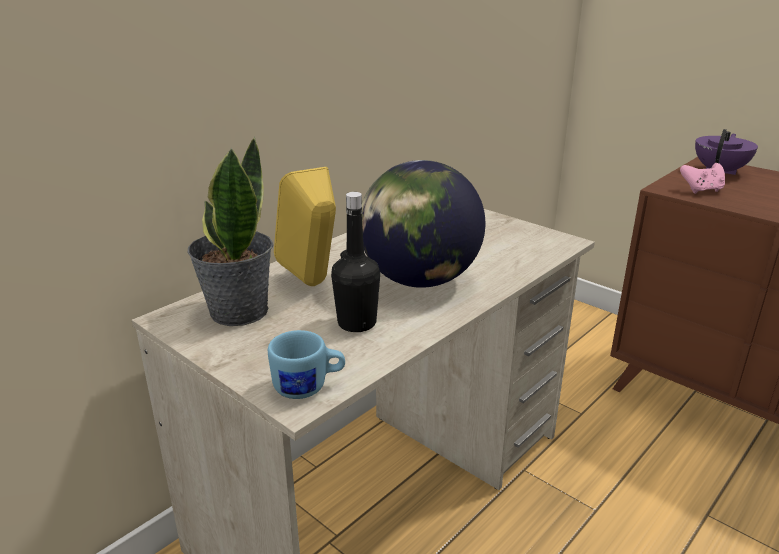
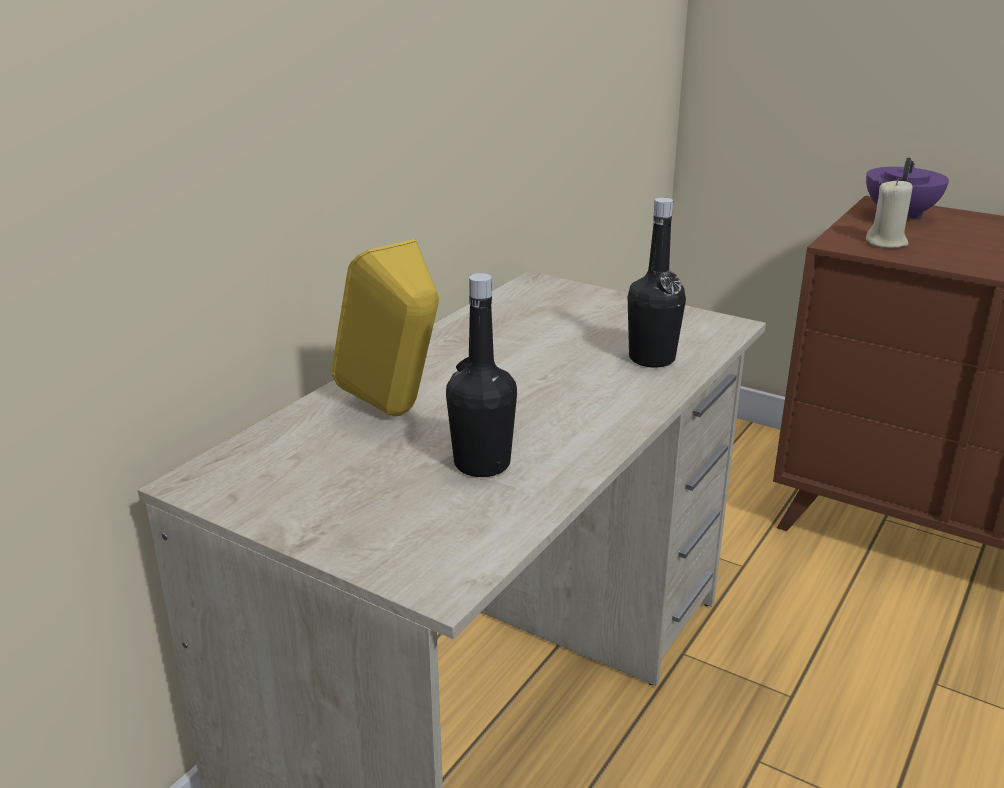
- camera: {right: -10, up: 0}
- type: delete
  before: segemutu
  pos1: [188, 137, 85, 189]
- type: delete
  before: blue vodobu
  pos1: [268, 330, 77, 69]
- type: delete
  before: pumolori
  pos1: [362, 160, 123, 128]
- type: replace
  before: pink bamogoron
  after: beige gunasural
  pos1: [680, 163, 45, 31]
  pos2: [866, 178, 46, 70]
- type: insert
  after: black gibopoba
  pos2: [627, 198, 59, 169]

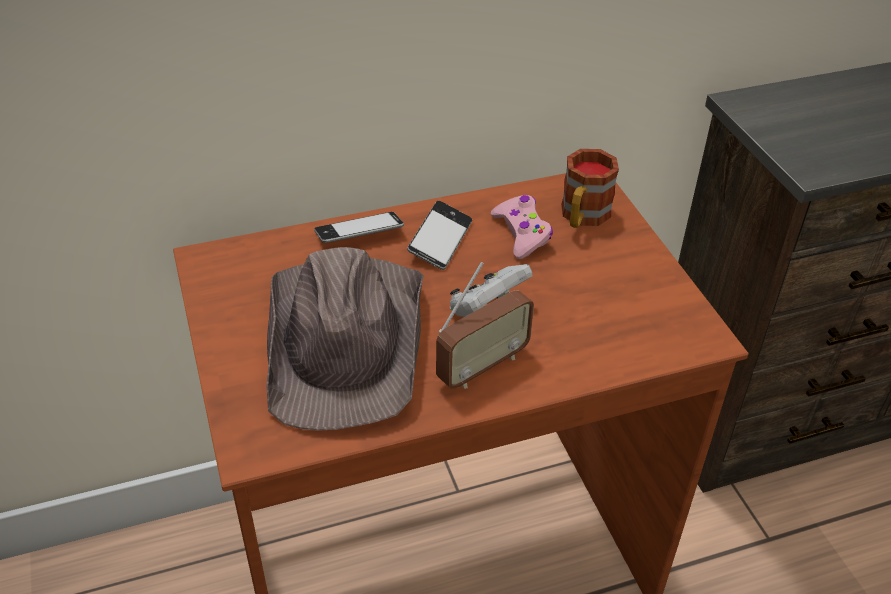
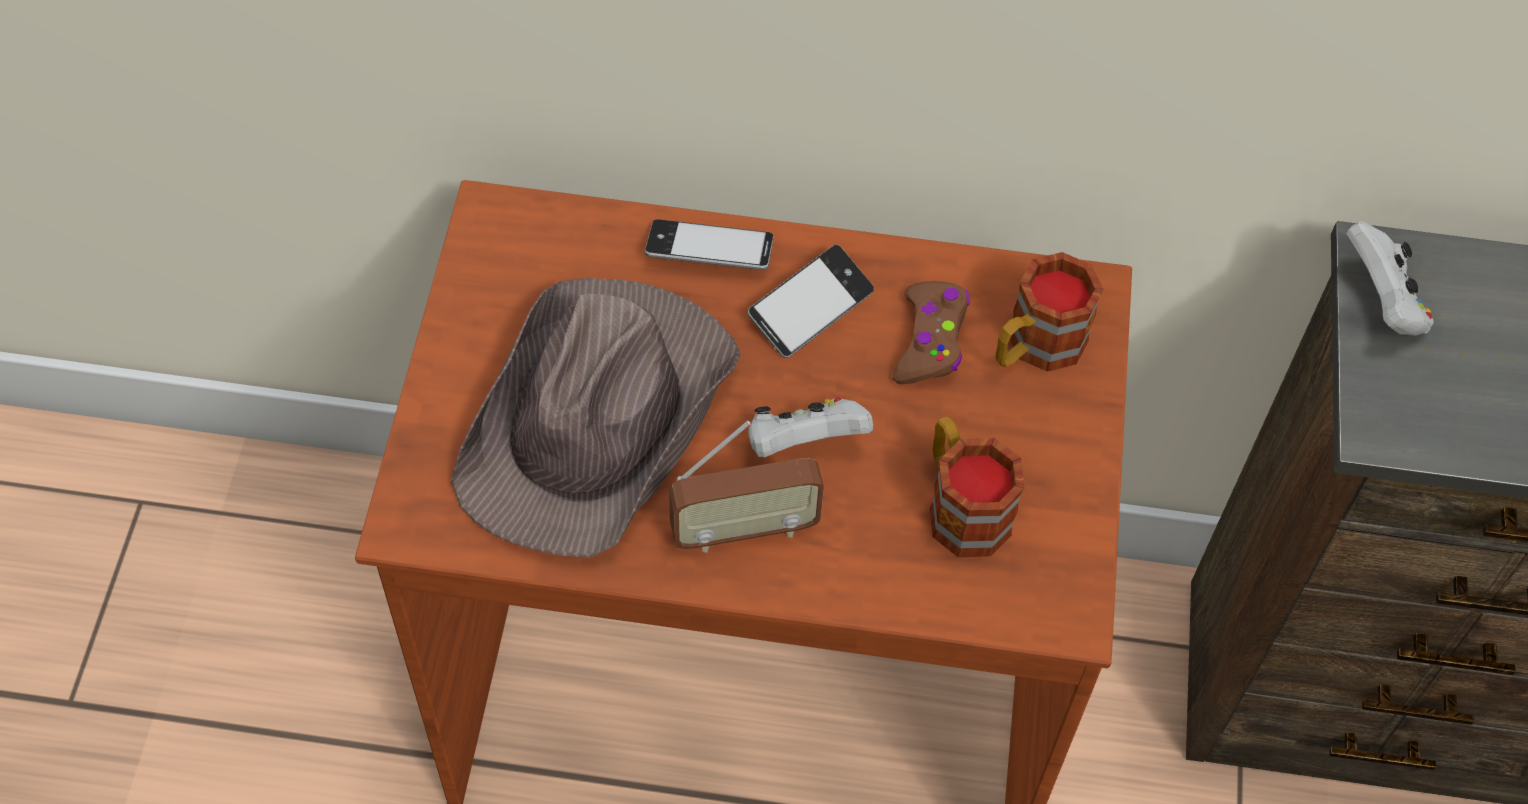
- camera: {right: 25, up: 15}
- type: recolor
  before: pink bamogoron
  after: brown bamogoron
  pos1: [491, 195, 62, 64]
  pos2: [893, 281, 77, 103]
- type: insert
  after: vodobu
  pos2: [930, 416, 95, 141]
- type: insert
  after: white bamogoron
  pos2: [1346, 221, 87, 115]

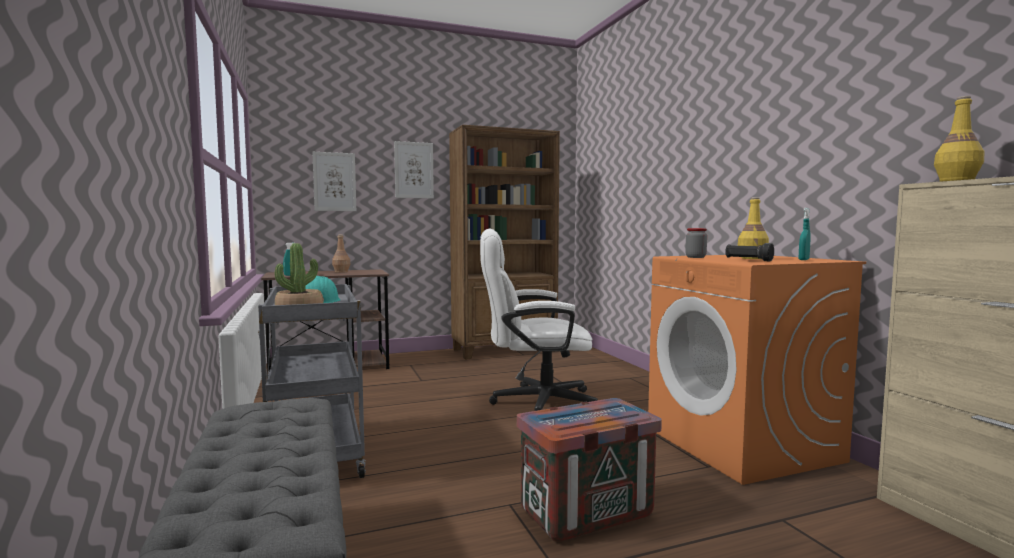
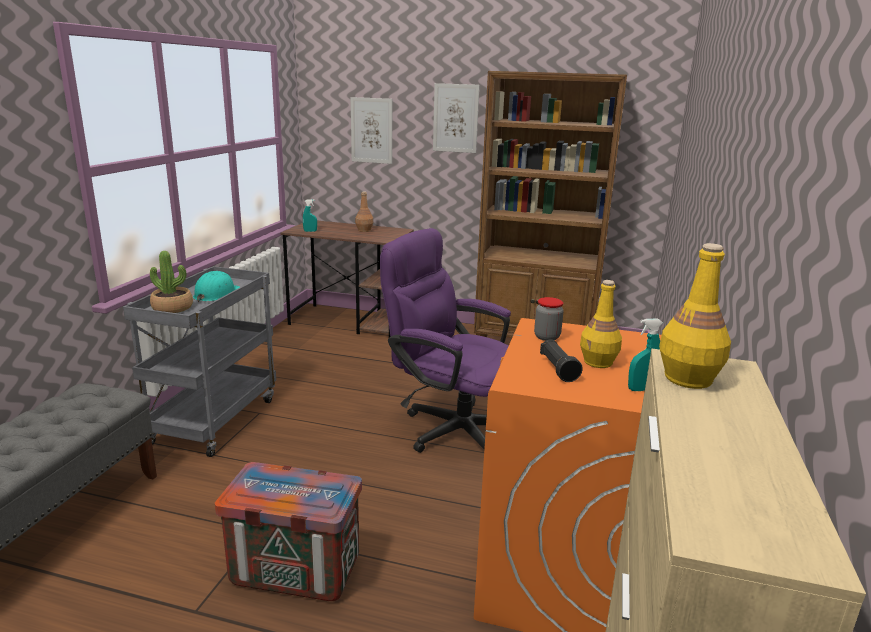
- camera: {right: 35, up: 15}
- type: recolor
  before: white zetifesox
  after: purple zetifesox
  pos1: [480, 228, 118, 183]
  pos2: [380, 228, 131, 225]

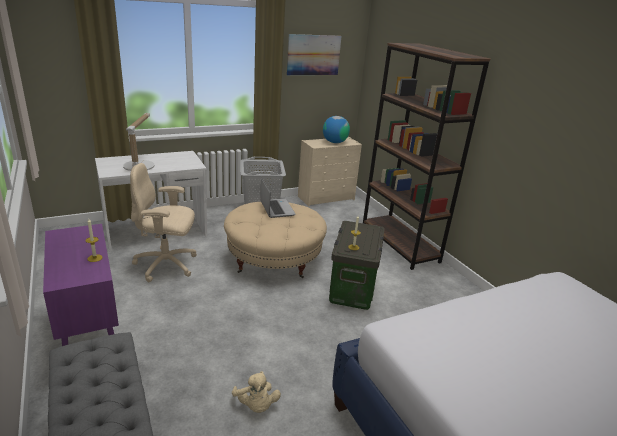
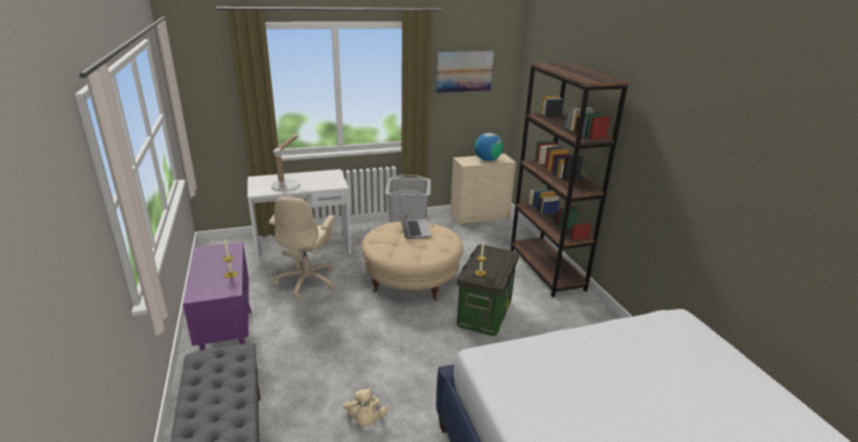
- camera: {right: 10, up: 0}
- type: rotate
  before: beige zetifesox
  pos1: [130, 163, 67, 119]
  pos2: [269, 197, 67, 103]
  turn: -90

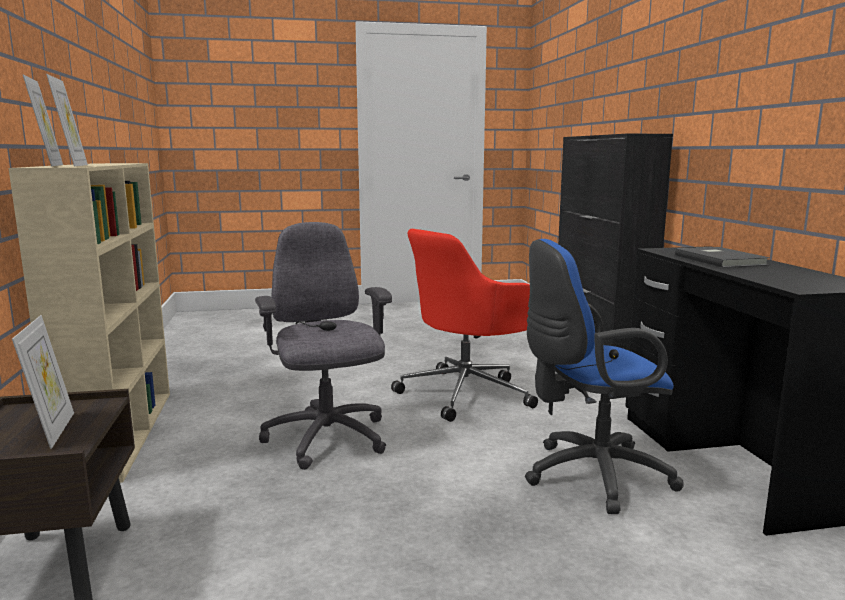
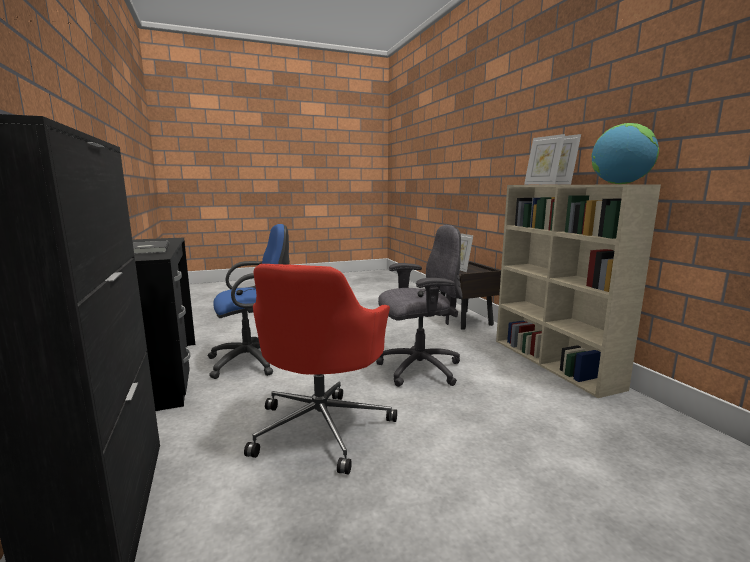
- camera: {right: 170, up: 0}
- type: rotate
  before: grey zetifesox
  pos1: [255, 222, 137, 248]
  pos2: [376, 225, 87, 162]
  turn: -75
- type: rotate
  before: red zetifesox
  pos1: [391, 229, 147, 193]
  pos2: [244, 264, 153, 211]
  turn: 150
- type: insert
  after: pumolori
  pos2: [591, 123, 68, 61]

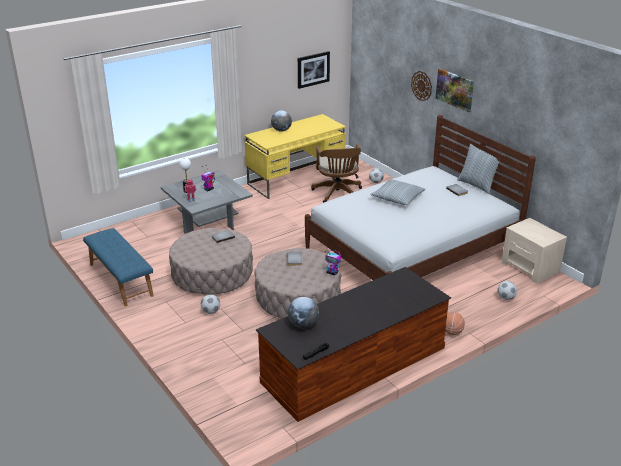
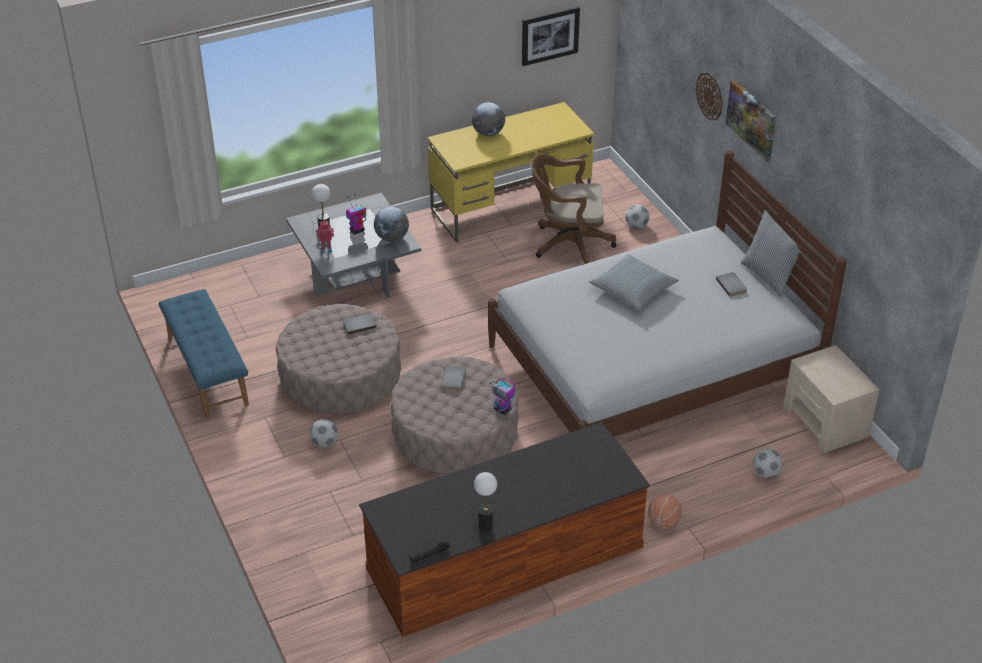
- camera: {right: 10, up: 10}
- type: move
  before: pumolori
  pos1: [288, 297, 31, 31]
  pos2: [374, 206, 35, 36]
- type: rotate
  before: brown zetifesox
  pos1: [311, 144, 51, 59]
  pos2: [531, 153, 85, 112]
  turn: 90
- type: insert
  after: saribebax
  pos2: [474, 472, 23, 59]

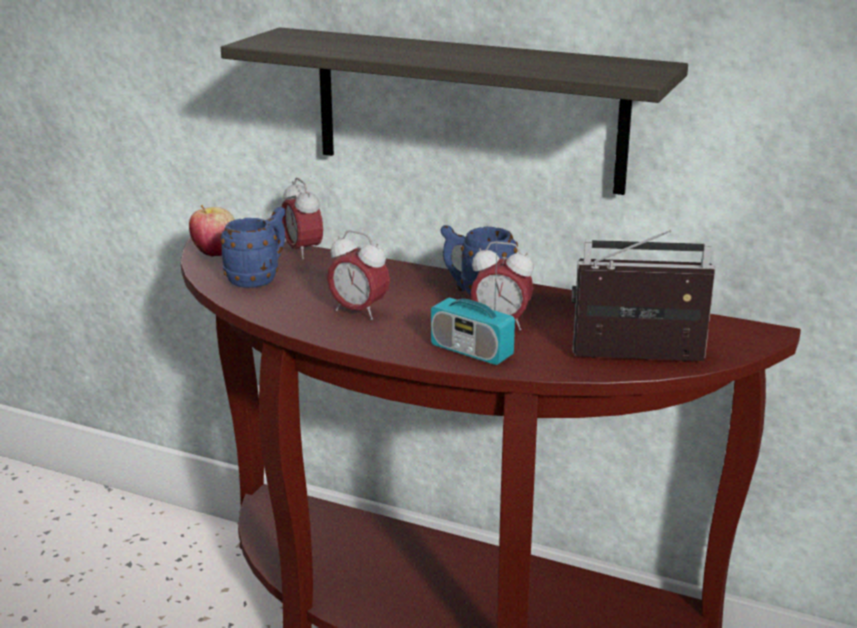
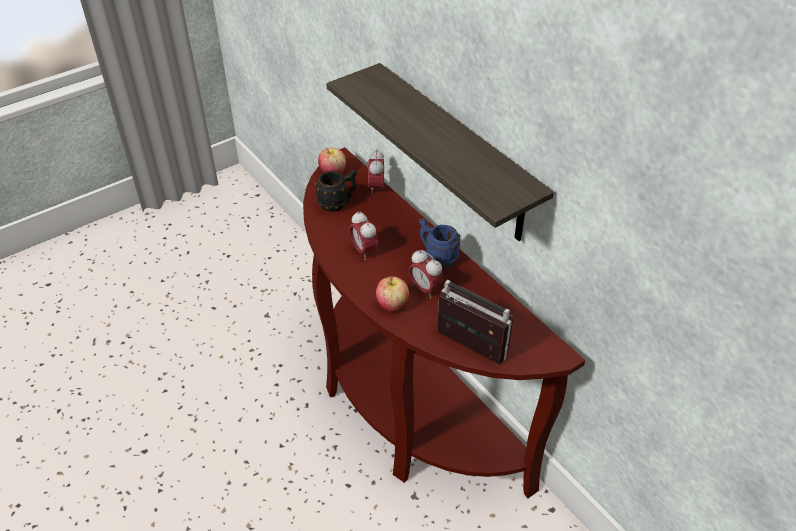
- camera: {right: 30, up: 20}
- type: recolor
  before: blue vodobu
  after: black vodobu
  pos1: [220, 207, 65, 81]
  pos2: [315, 170, 42, 42]
- type: replace
  before: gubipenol
  after: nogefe
  pos1: [431, 247, 84, 118]
  pos2: [376, 276, 33, 36]

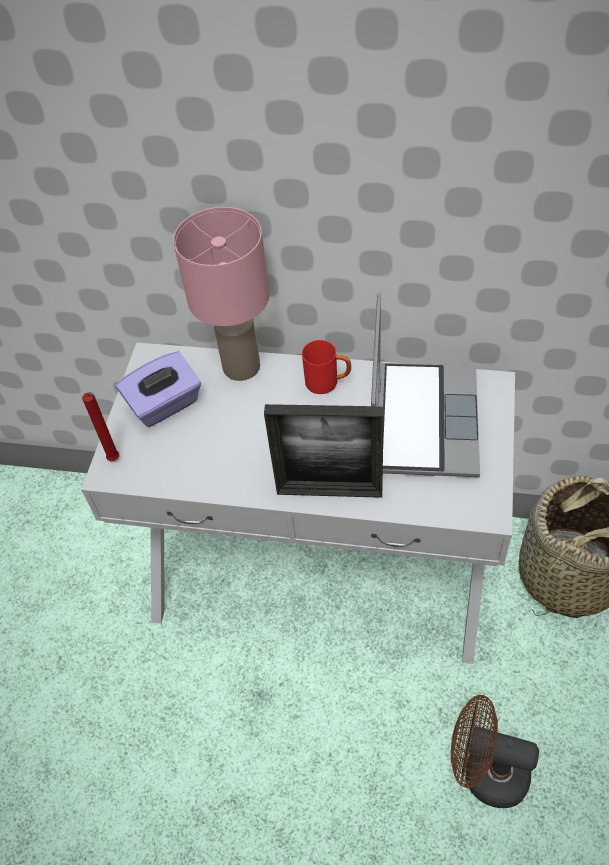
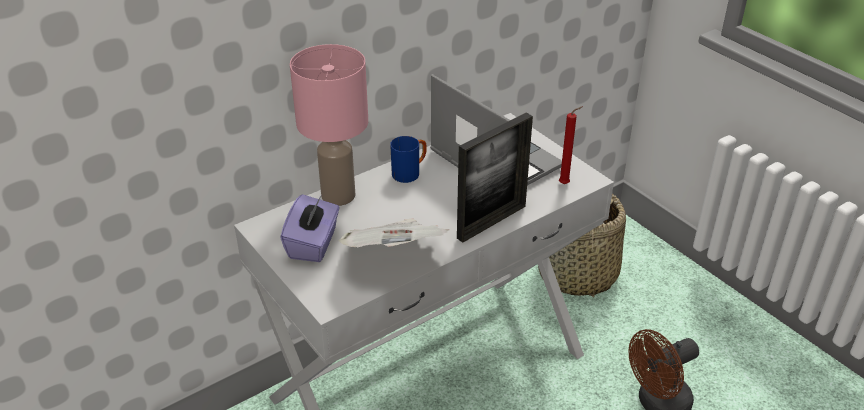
- camera: {right: -50, up: -15}
- type: move
  before: red gunasural
  pos1: [82, 392, 37, 69]
  pos2: [559, 107, 23, 77]
- type: recolor
  before: red vodobu
  after: blue vodobu
  pos1: [302, 340, 49, 54]
  pos2: [390, 136, 36, 47]
- type: insert
  after: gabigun
  pos2: [339, 219, 110, 28]

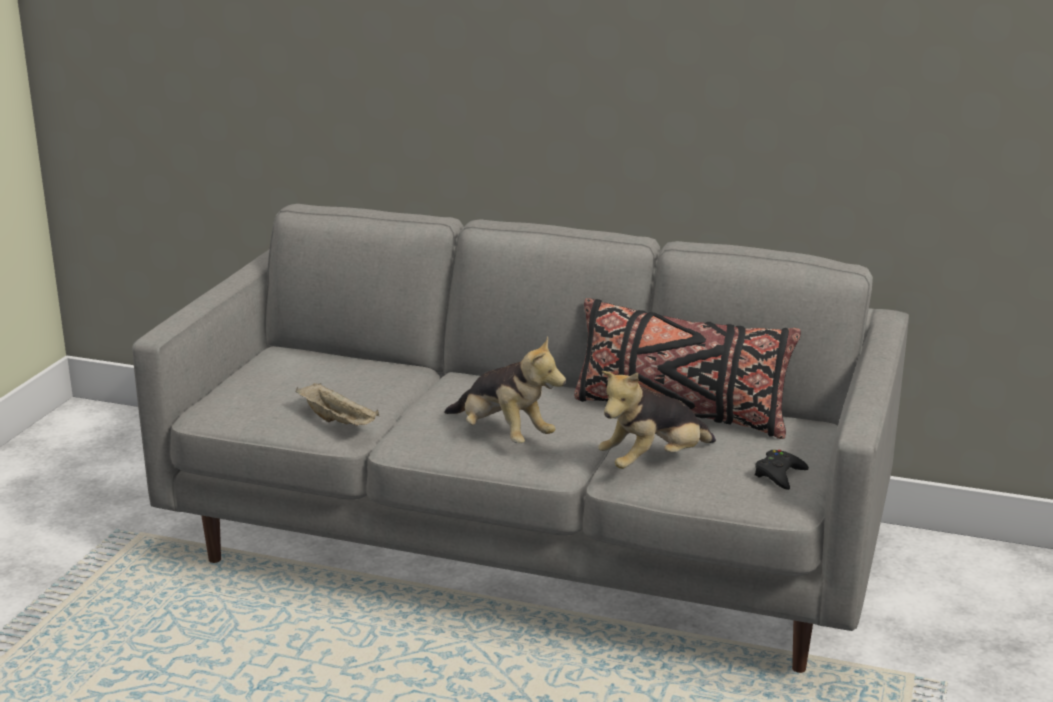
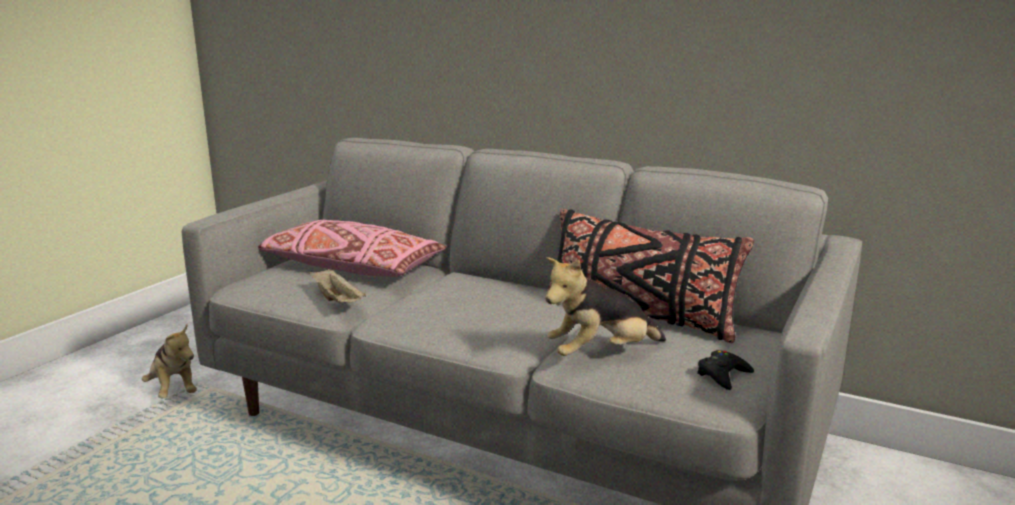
- camera: {right: 10, up: -5}
- type: move
  before: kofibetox
  pos1: [444, 336, 122, 107]
  pos2: [142, 324, 55, 74]
- type: insert
  after: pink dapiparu
  pos2: [258, 220, 188, 57]

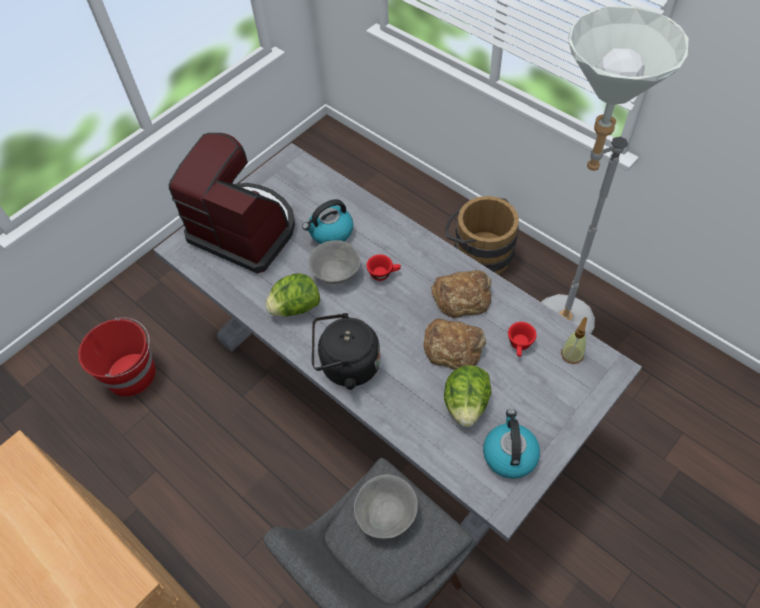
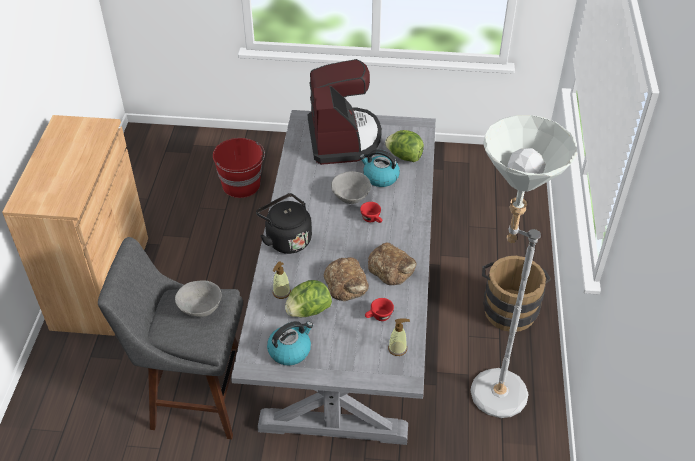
- camera: {right: 50, up: -10}
- type: move
  before: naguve
  pos1: [265, 273, 55, 43]
  pos2: [385, 130, 39, 32]
- type: insert
  after: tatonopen
  pos2: [273, 261, 18, 38]

